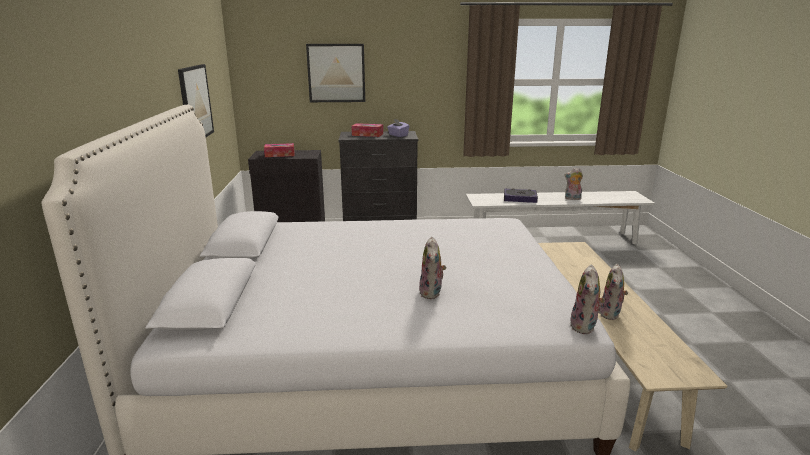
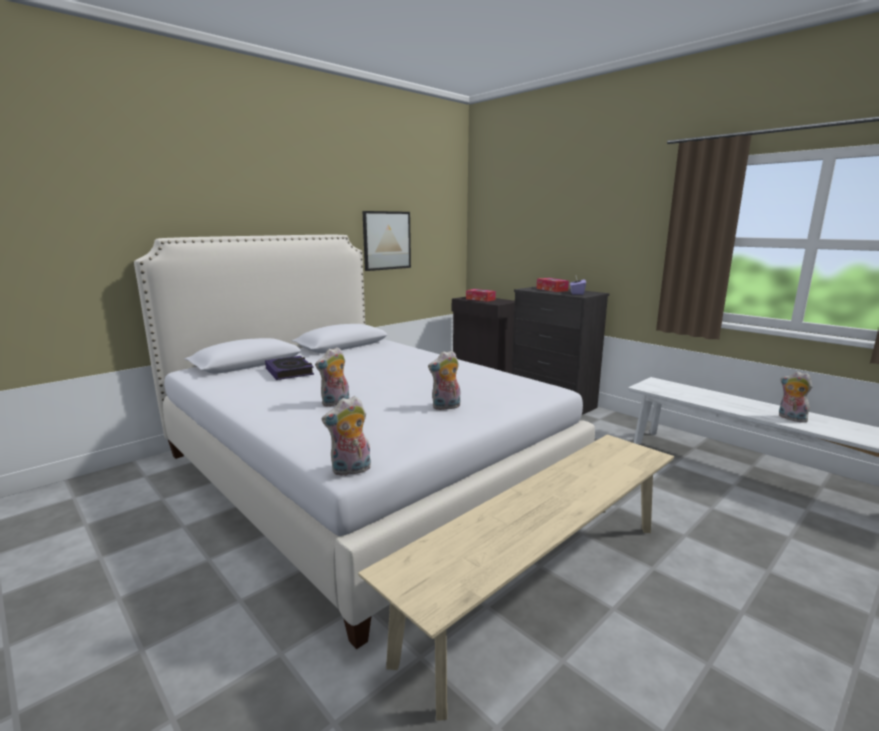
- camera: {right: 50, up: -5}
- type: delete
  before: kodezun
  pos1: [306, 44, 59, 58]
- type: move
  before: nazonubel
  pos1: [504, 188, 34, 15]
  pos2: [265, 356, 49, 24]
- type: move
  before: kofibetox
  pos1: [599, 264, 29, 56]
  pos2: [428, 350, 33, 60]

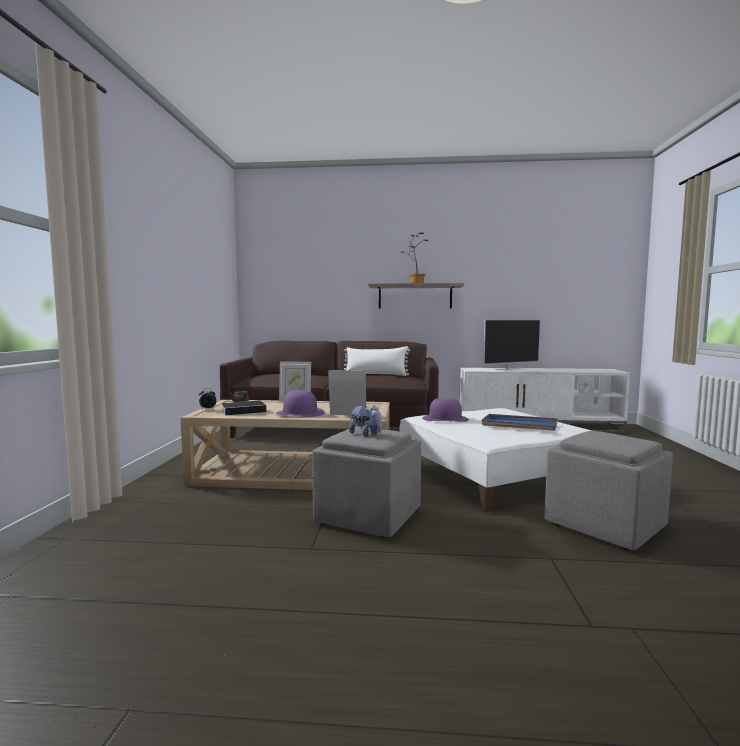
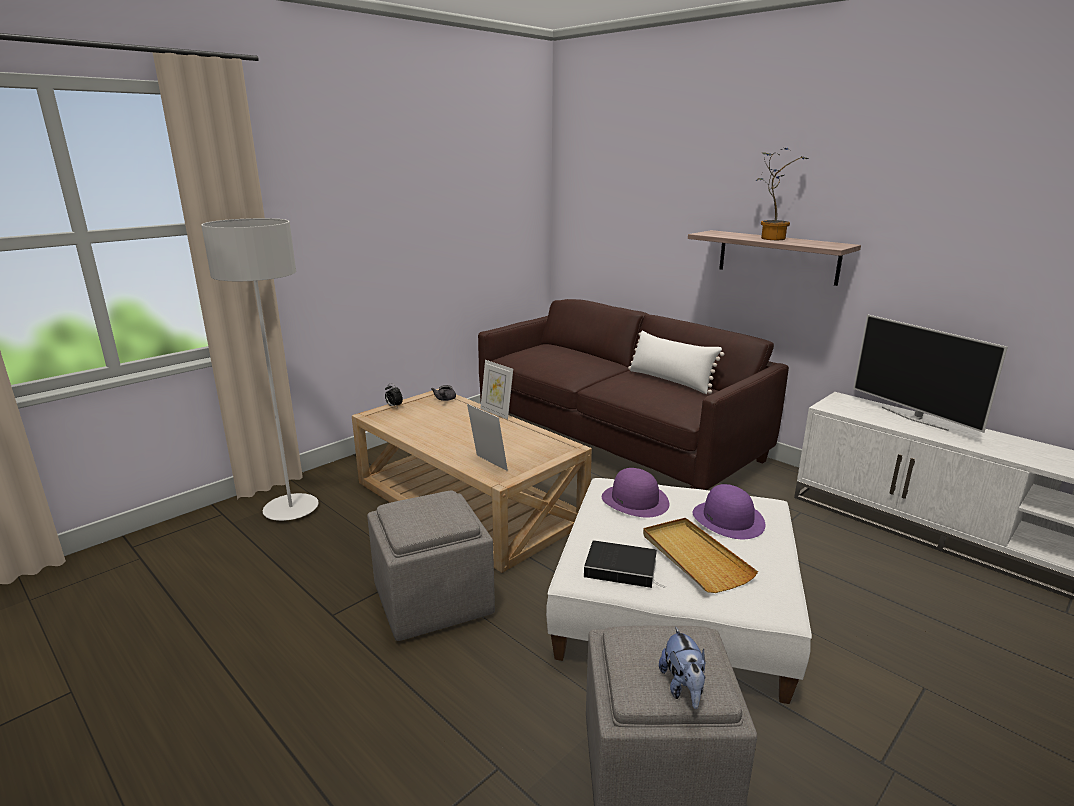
- camera: {right: 40, up: 15}
- type: move
  before: nazonubel
  pos1: [221, 400, 52, 16]
  pos2: [584, 540, 82, 48]
- type: move
  before: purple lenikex
  pos1: [275, 390, 50, 27]
  pos2: [693, 484, 72, 55]
- type: move
  before: kofibetox
  pos1: [349, 405, 33, 32]
  pos2: [659, 626, 47, 83]
- type: recolor
  before: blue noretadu
  after: beige noretadu
  pos1: [482, 414, 76, 17]
  pos2: [643, 518, 115, 75]
- type: rotate
  before: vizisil
  pos1: [483, 319, 58, 51]
  pos2: [853, 314, 155, 119]
  turn: 45
- type: insert
  after: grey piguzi
  pos2: [201, 218, 118, 303]

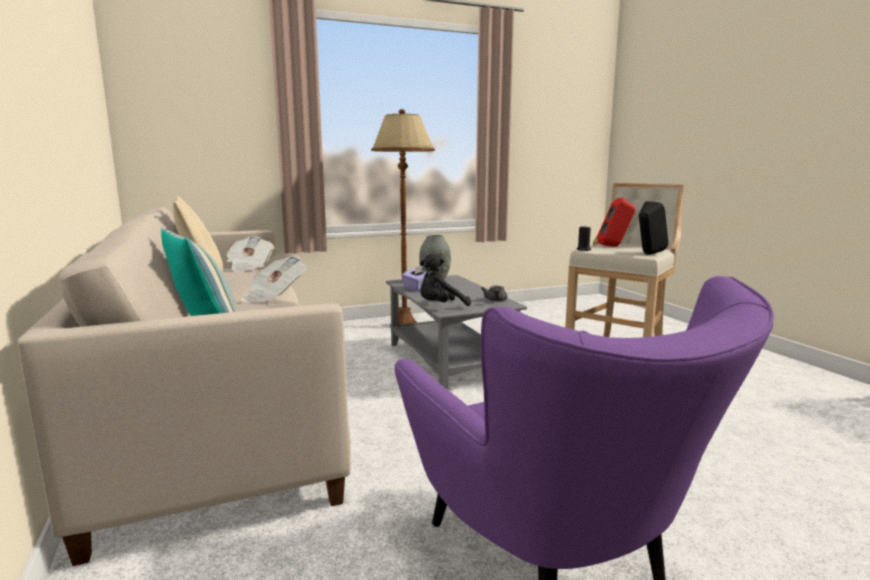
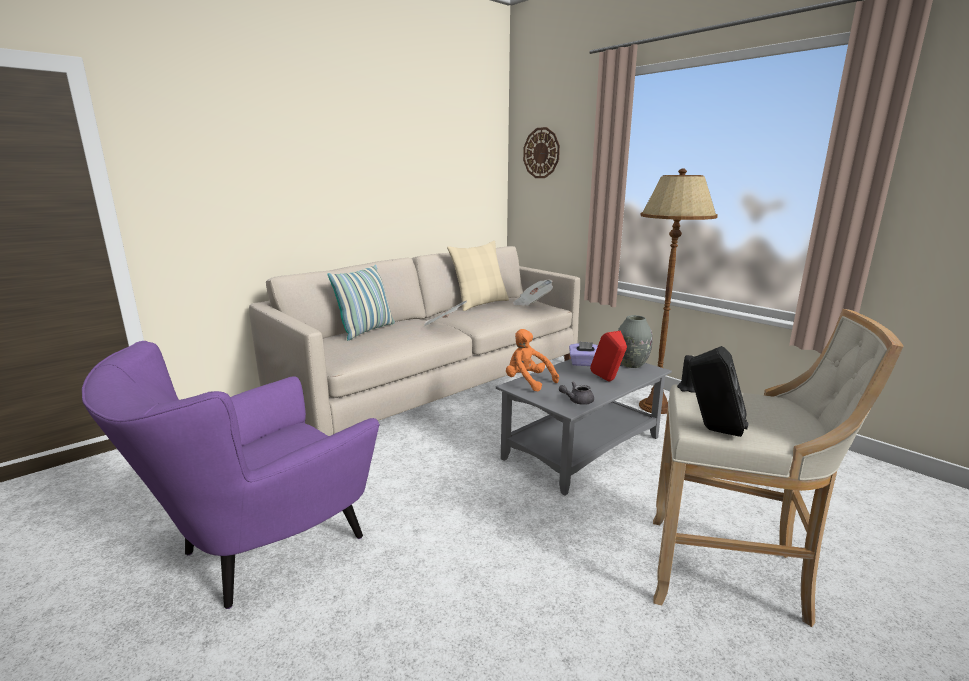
- camera: {right: 70, up: 5}
- type: recolor
  before: black kofibetox
  after: orange kofibetox
  pos1: [420, 254, 51, 52]
  pos2: [506, 329, 53, 62]
- type: move
  before: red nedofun
  pos1: [597, 198, 38, 49]
  pos2: [590, 331, 37, 50]
- type: insert
  after: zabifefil
  pos2: [523, 127, 37, 51]

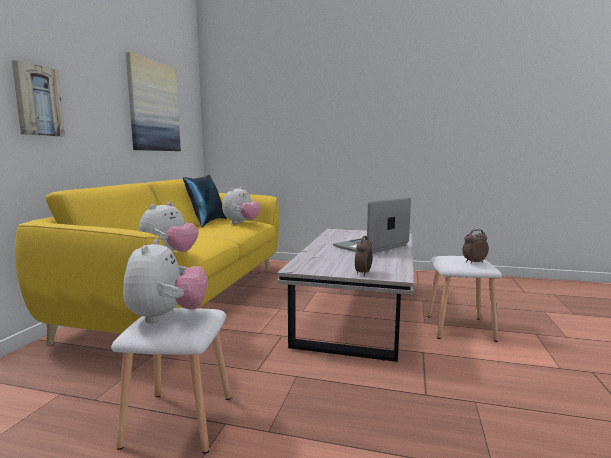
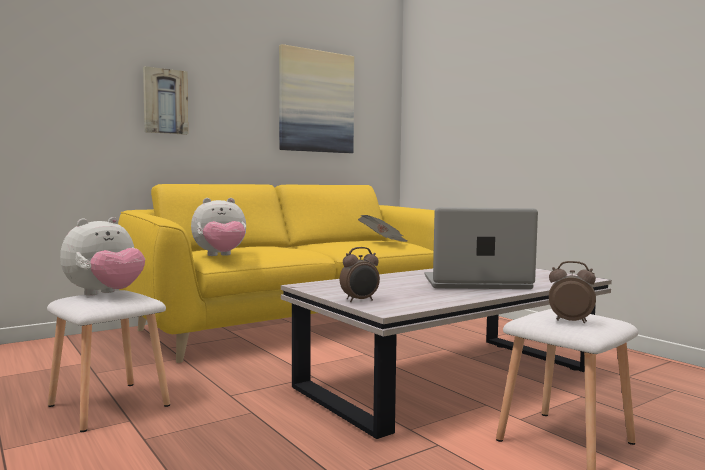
- camera: {right: 40, up: -5}
- type: delete
  before: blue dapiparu
  pos1: [183, 175, 44, 52]
- type: replace
  before: kofibetox
  after: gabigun
  pos1: [222, 187, 39, 37]
  pos2: [358, 215, 49, 27]

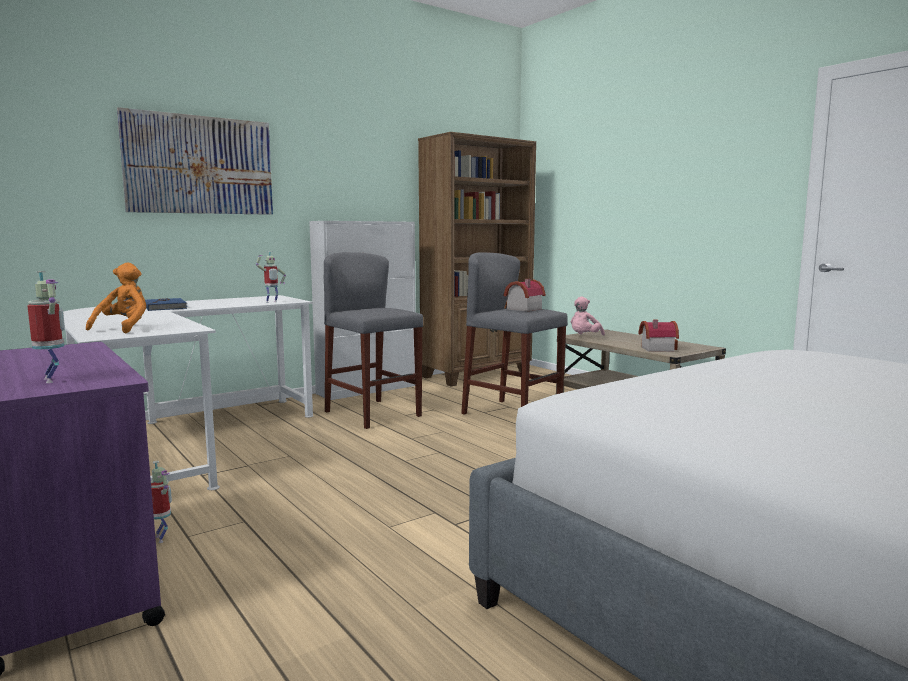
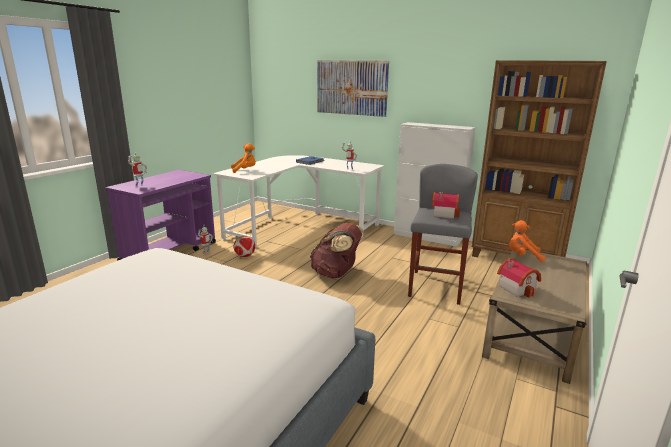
- camera: {right: 65, up: 10}
- type: delete
  before: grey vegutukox
  pos1: [324, 252, 99, 177]
- type: recolor
  before: pink kofibetox
  after: orange kofibetox
  pos1: [571, 297, 34, 38]
  pos2: [509, 220, 37, 42]
- type: insert
  after: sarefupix
  pos2: [233, 236, 22, 21]
- type: insert
  after: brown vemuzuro
  pos2: [310, 223, 53, 55]

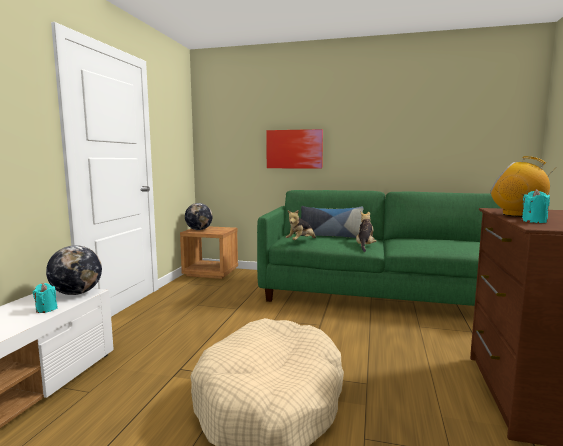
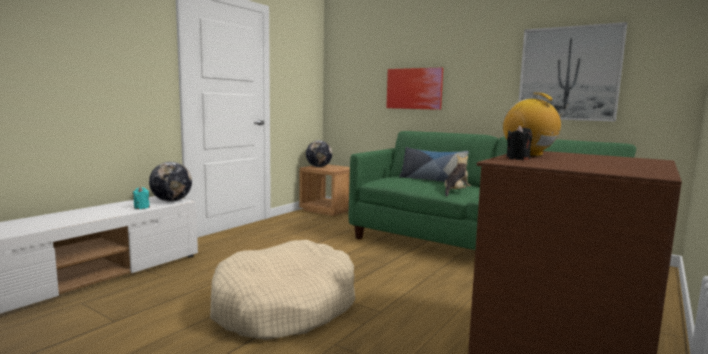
- camera: {right: 20, up: 0}
- type: delete
  before: kofibetox
  pos1: [286, 210, 30, 30]
- type: recolor
  before: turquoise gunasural
  after: black gunasural
  pos1: [522, 189, 28, 34]
  pos2: [506, 125, 26, 35]
- type: insert
  after: kodezun
  pos2: [519, 22, 108, 100]

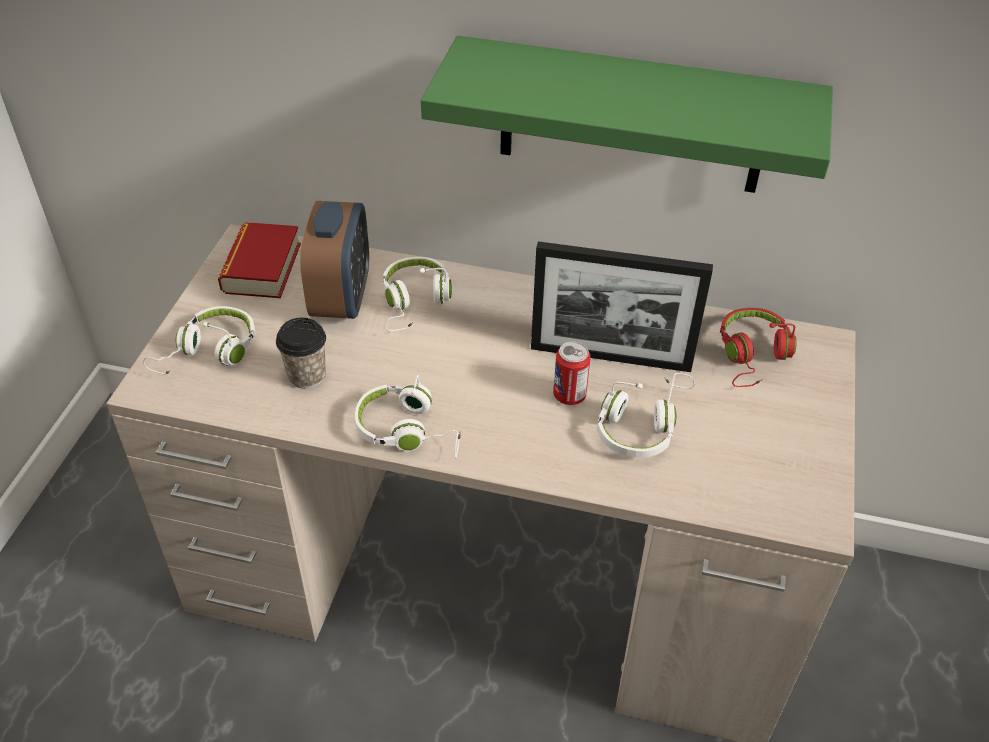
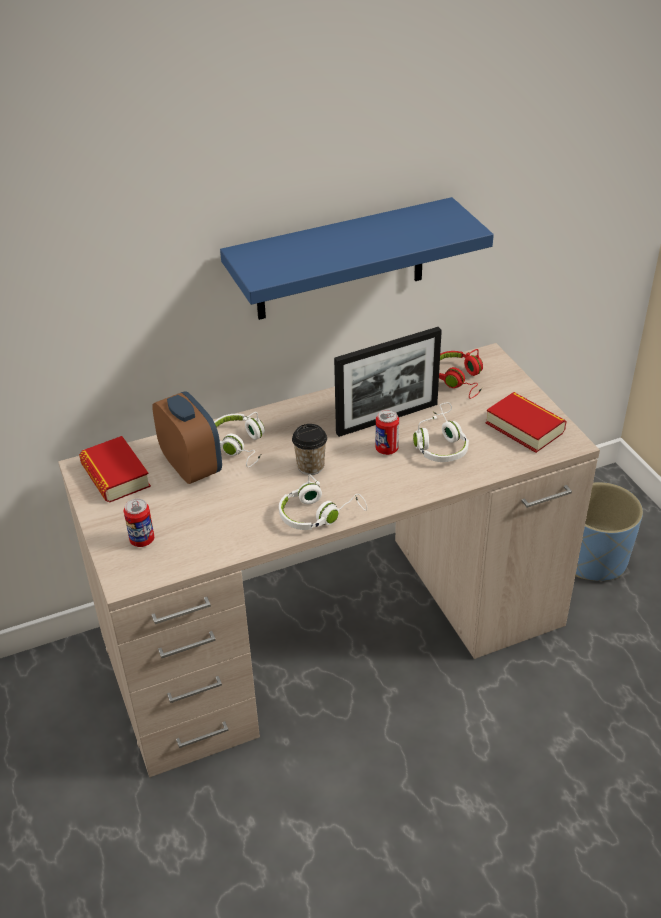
- camera: {right: -35, up: -5}
- type: replace
  before: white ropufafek
  after: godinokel
  pos1: [143, 306, 112, 69]
  pos2: [124, 499, 30, 48]
- type: move
  before: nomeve
  pos1: [276, 318, 50, 71]
  pos2: [292, 424, 35, 51]
- type: recolor
  before: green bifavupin
  after: blue bifavupin
  pos1: [421, 36, 412, 157]
  pos2: [220, 197, 274, 123]
- type: insert
  after: nazonubel
  pos2: [486, 392, 80, 61]
- type: insert
  after: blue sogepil
  pos2: [575, 482, 68, 99]

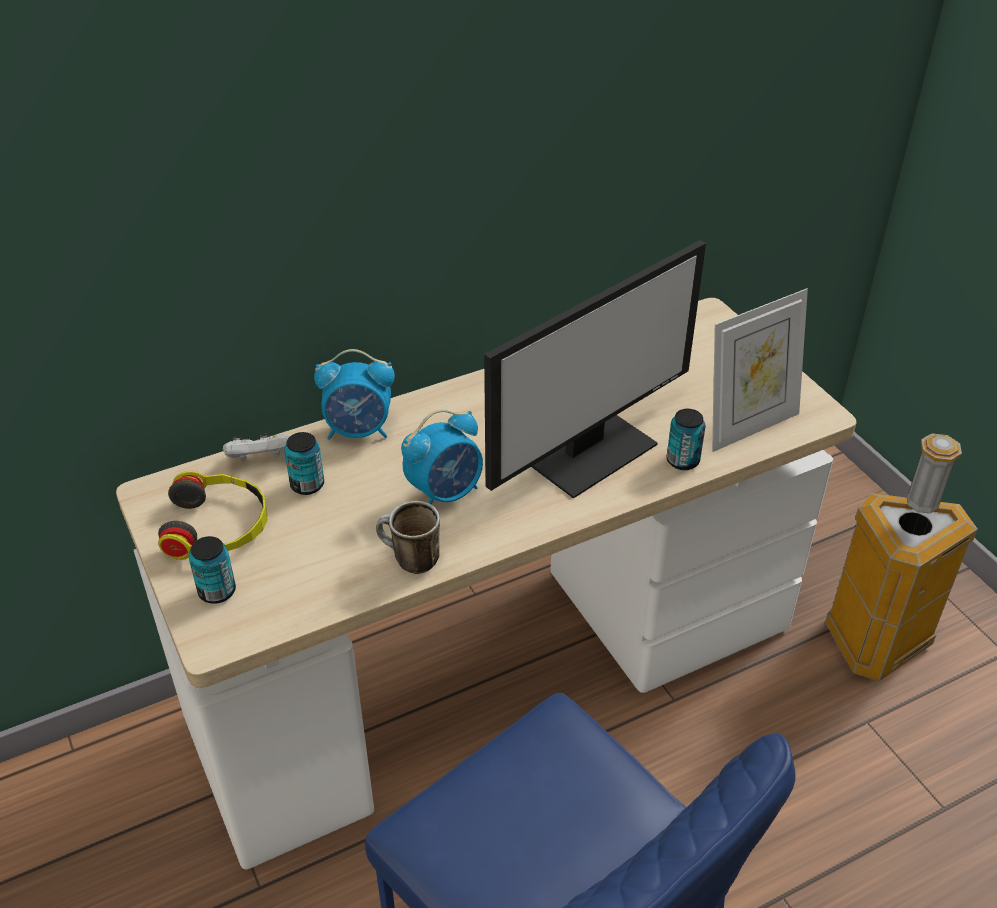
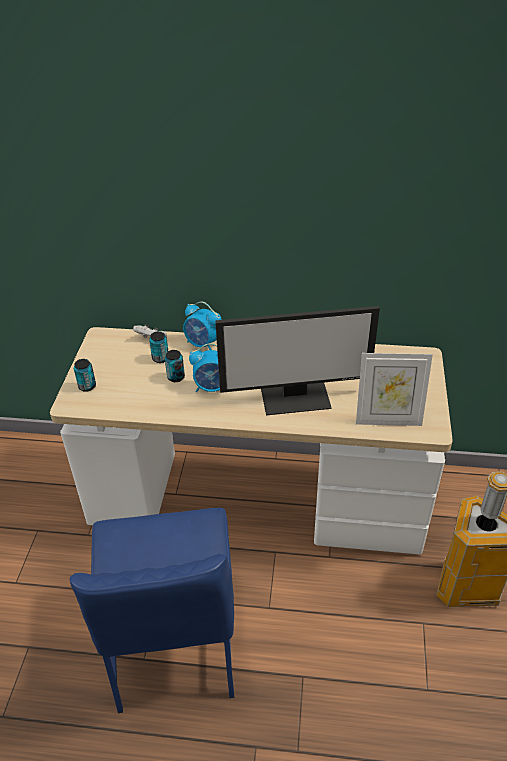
- camera: {right: 35, up: 0}
- type: delete
  before: ropufafek
  pos1: [158, 471, 110, 89]
- type: delete
  before: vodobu
  pos1: [376, 501, 64, 73]
- type: move
  before: godinokel
  pos1: [667, 409, 39, 61]
  pos2: [165, 350, 20, 32]

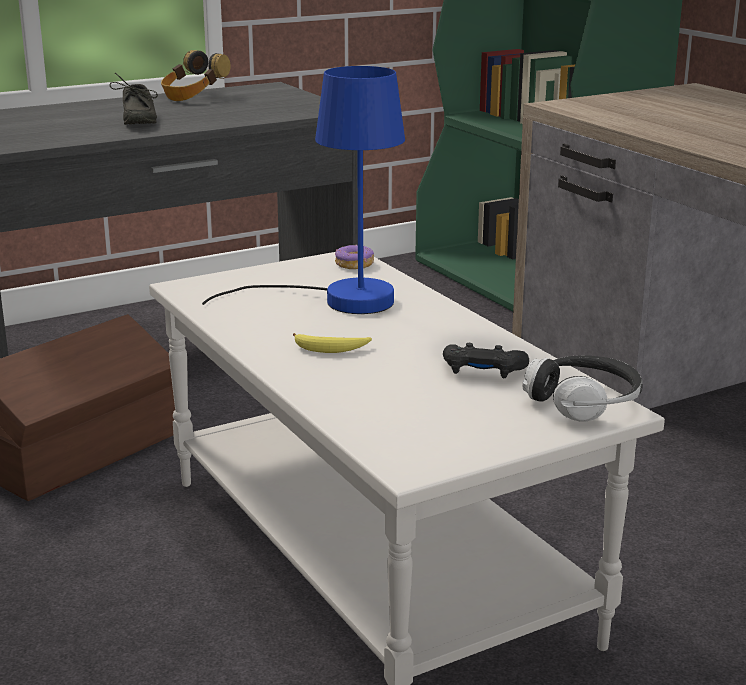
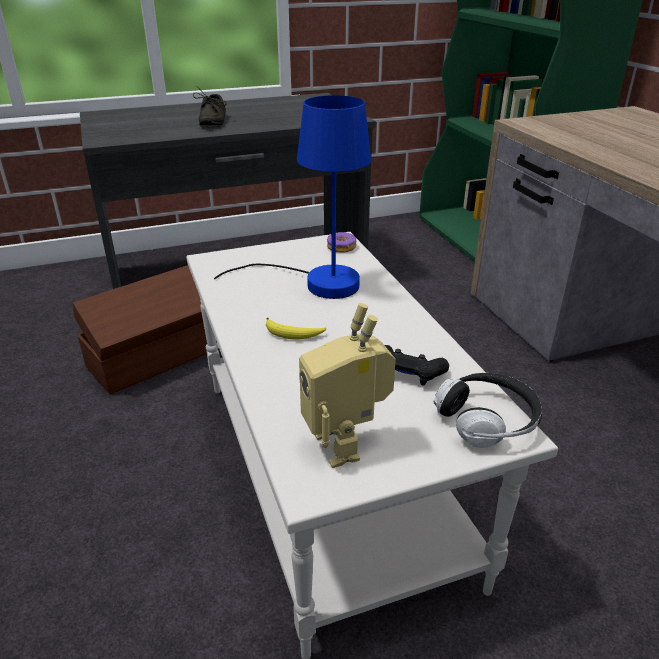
- camera: {right: 10, up: 10}
- type: delete
  before: ropufafek
  pos1: [161, 50, 70, 51]
- type: insert
  after: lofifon
  pos2: [299, 303, 97, 165]

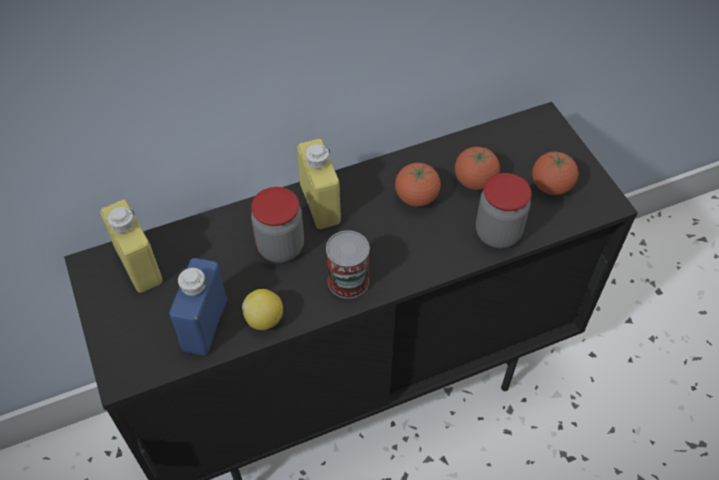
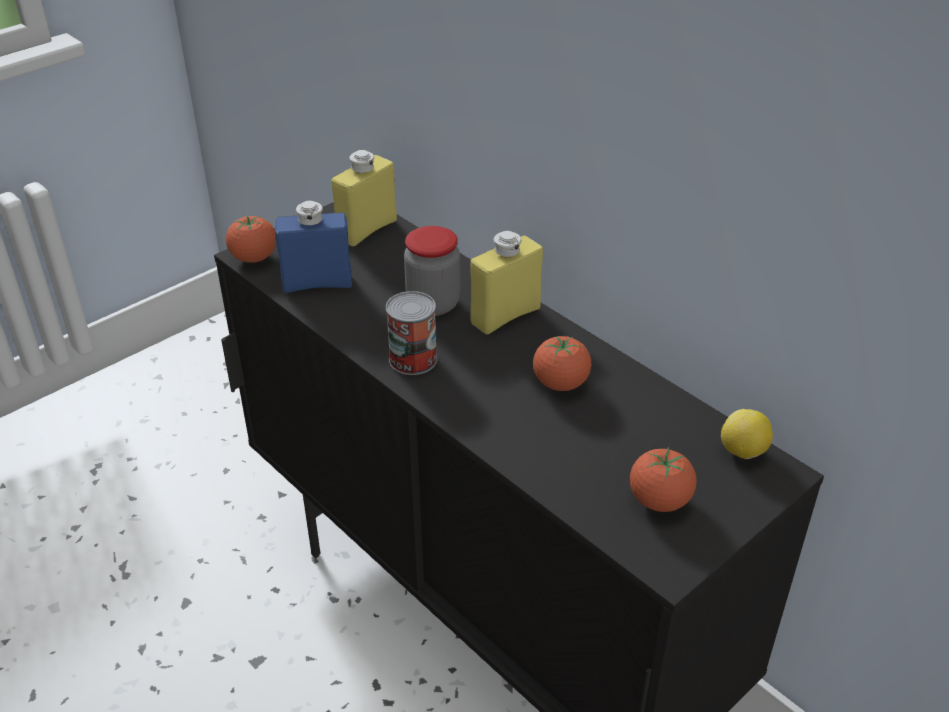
- camera: {right: 70, up: -15}
- type: move
  before: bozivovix
  pos1: [242, 289, 41, 41]
  pos2: [721, 409, 52, 50]
- type: move
  before: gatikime
  pos1: [455, 147, 45, 43]
  pos2: [226, 216, 50, 47]
- type: delete
  before: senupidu
  pos1: [476, 173, 56, 75]

